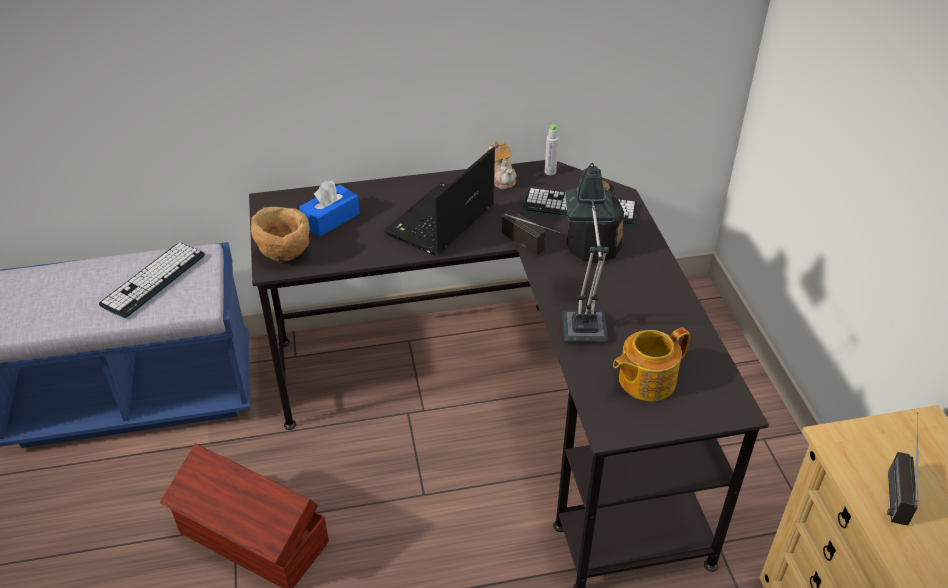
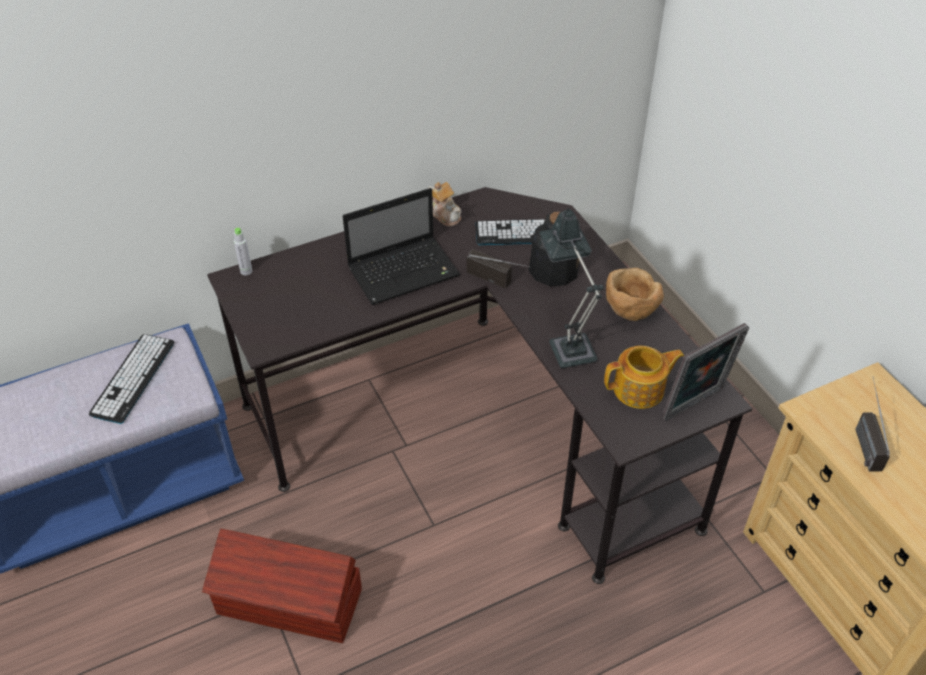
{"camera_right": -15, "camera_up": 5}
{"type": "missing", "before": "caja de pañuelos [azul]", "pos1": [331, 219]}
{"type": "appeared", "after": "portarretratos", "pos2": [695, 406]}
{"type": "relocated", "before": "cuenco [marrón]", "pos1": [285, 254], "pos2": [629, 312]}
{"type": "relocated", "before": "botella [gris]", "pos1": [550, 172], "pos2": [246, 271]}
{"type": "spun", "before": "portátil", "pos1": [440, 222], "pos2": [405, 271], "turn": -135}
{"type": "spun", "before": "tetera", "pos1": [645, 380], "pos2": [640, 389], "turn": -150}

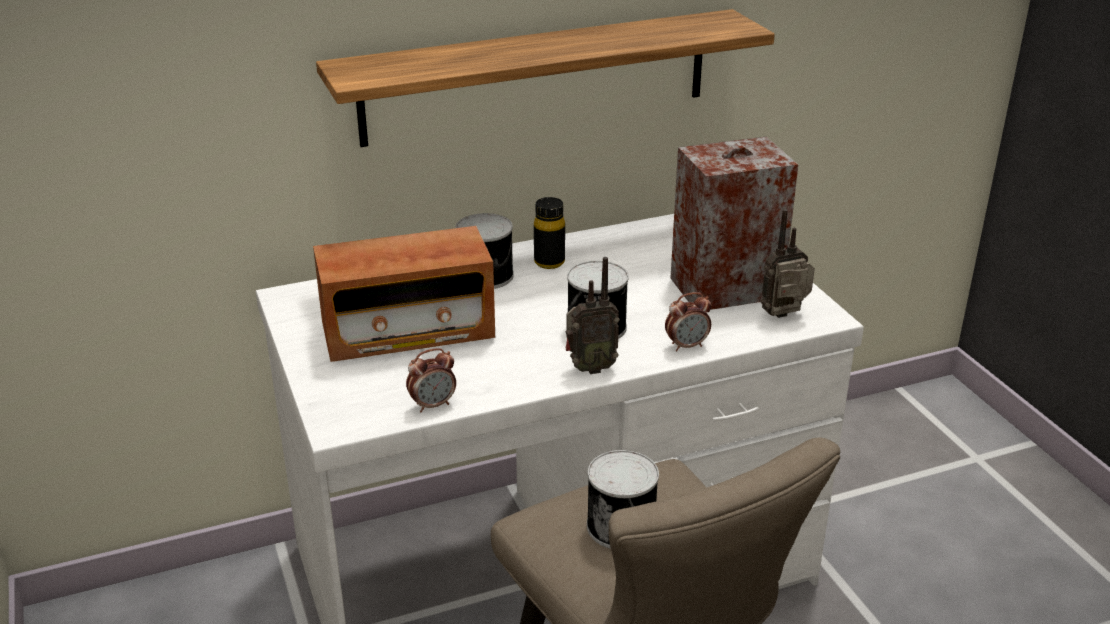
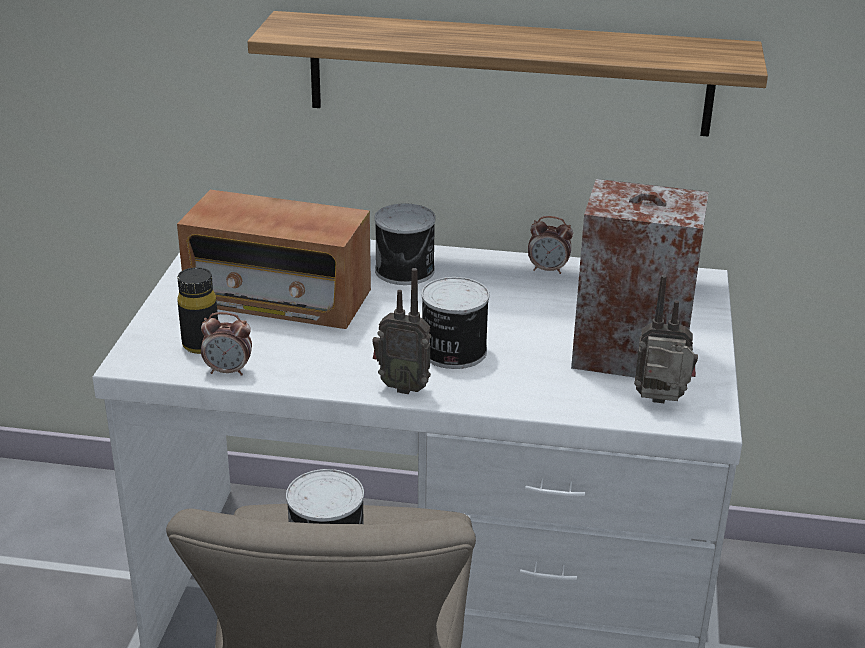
{"camera_right": 30, "camera_up": 0}
{"type": "relocated", "before": "botella [negro]", "pos1": [549, 262], "pos2": [201, 345]}
{"type": "relocated", "before": "despertador", "pos1": [687, 346], "pos2": [548, 269]}

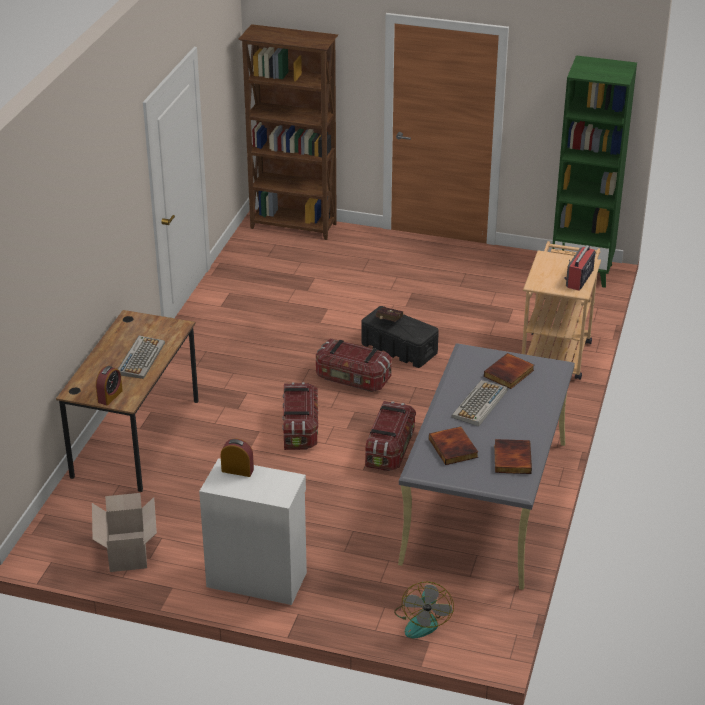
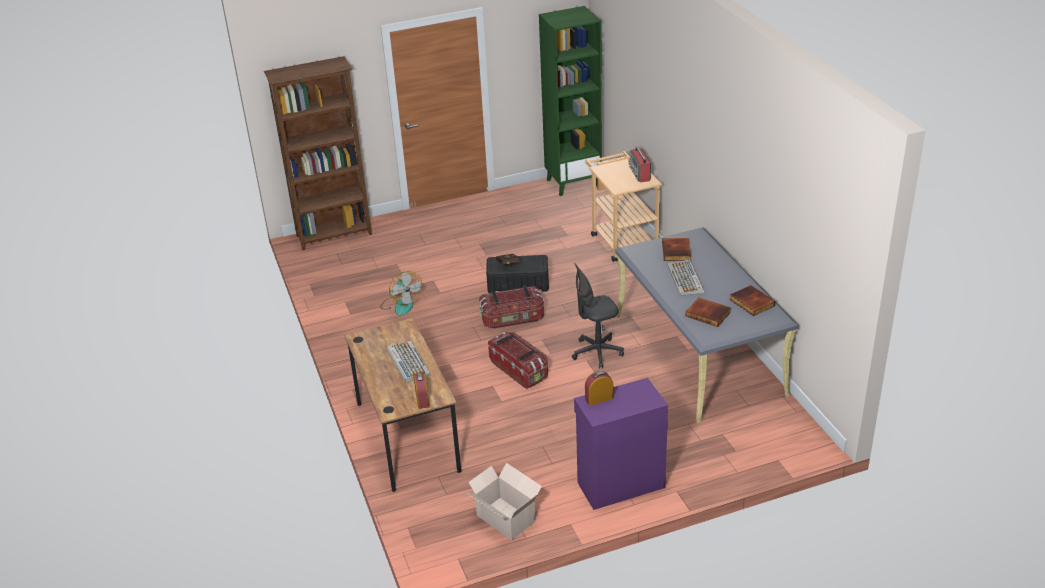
{"camera_right": -35, "camera_up": 0}
{"type": "relocated", "before": "ventilador", "pos1": [422, 620], "pos2": [401, 304]}
{"type": "exchanged", "before": "caja de almacenaje", "after": "silla de oficina [gris]", "pos1": [390, 449], "pos2": [597, 352]}
{"type": "colour", "before": "armario [blanco]", "after": "armario [morado]", "pos1": [256, 578], "pos2": [619, 484]}

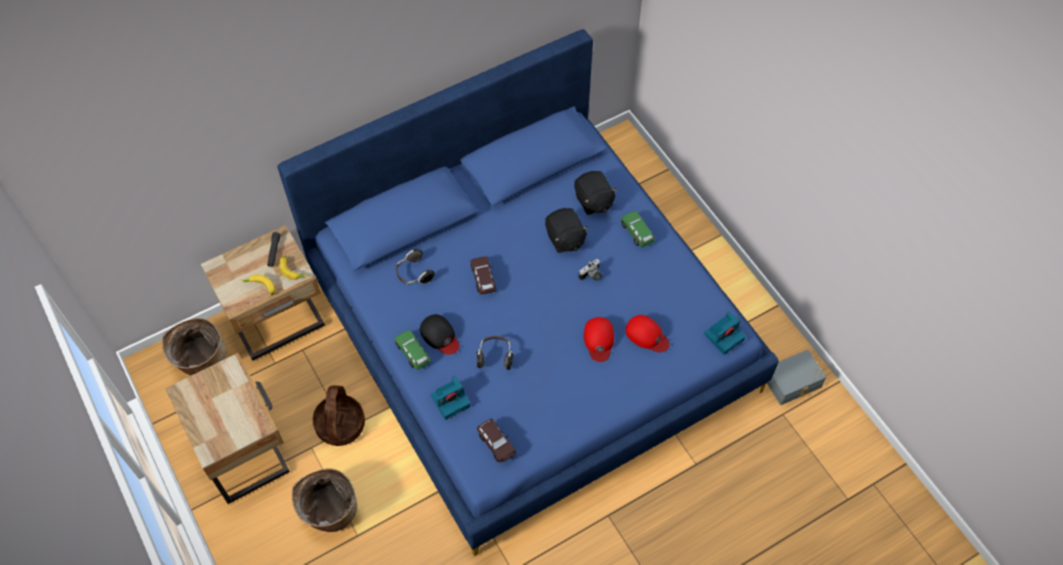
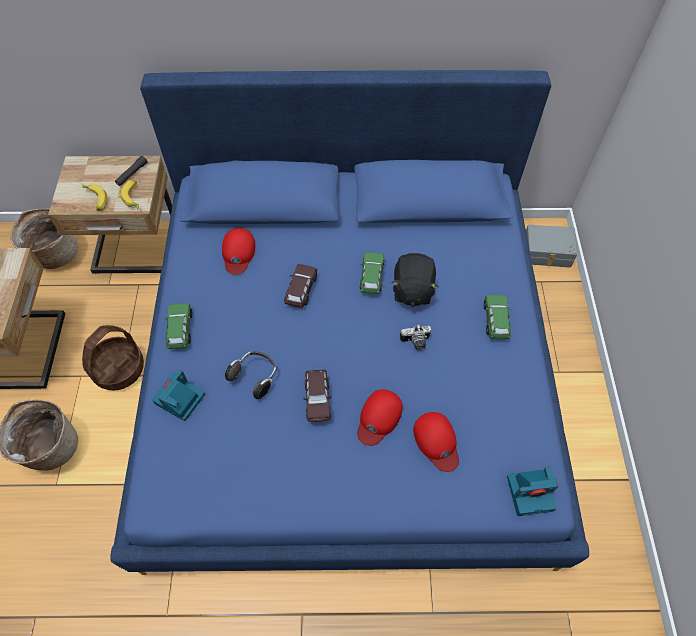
{"camera_right": 30, "camera_up": 0}
{"type": "missing", "before": "gorra [negro]", "pos1": [440, 336]}
{"type": "missing", "before": "peluche [negro]", "pos1": [593, 201]}
{"type": "appeared", "after": "coche de juguete [verde]", "pos2": [371, 277]}
{"type": "relocated", "before": "coche de juguete [marrón]", "pos1": [496, 443], "pos2": [317, 399]}
{"type": "relocated", "before": "caja de almacenaje [gris]", "pos1": [793, 383], "pos2": [546, 253]}
{"type": "exchanged", "before": "auriculares", "after": "gorra [rojo]", "pos1": [413, 274], "pos2": [238, 253]}
{"type": "spun", "before": "cámara", "pos1": [451, 400], "pos2": [179, 399], "turn": 120}

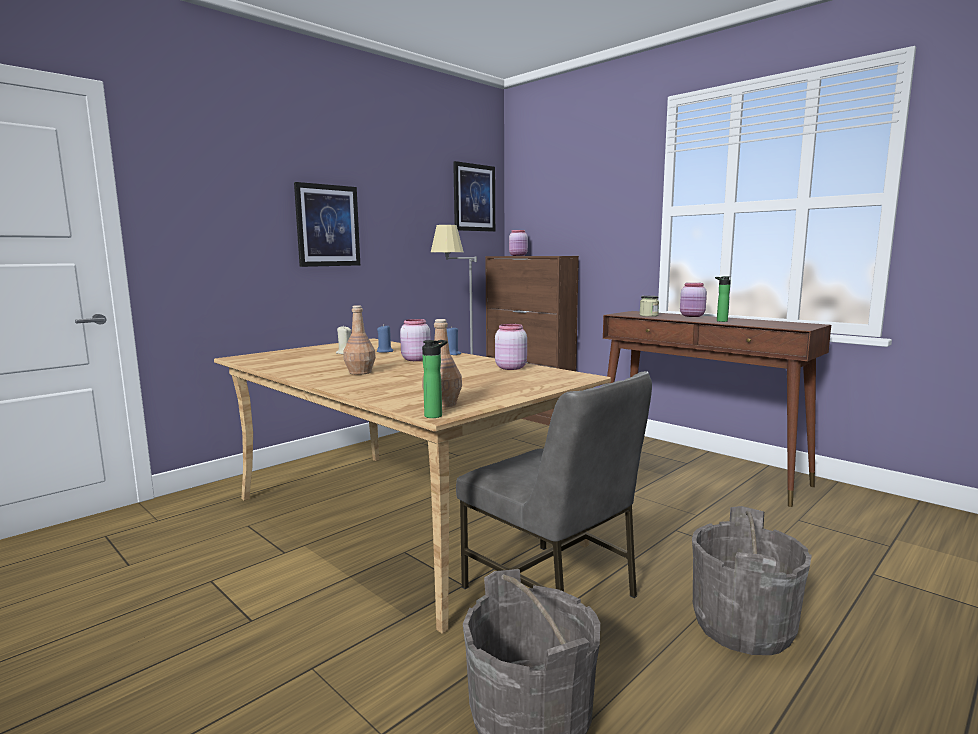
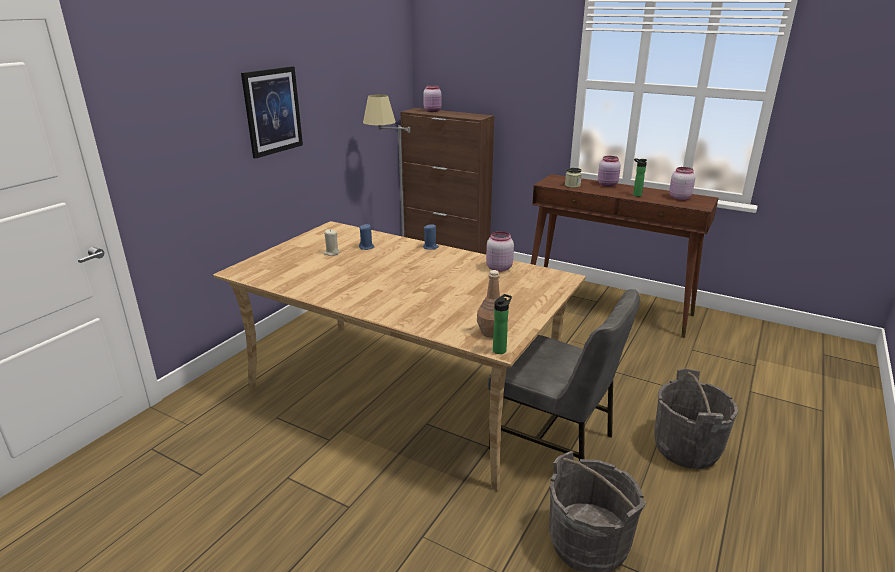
{"camera_right": -15, "camera_up": 15}
{"type": "missing", "before": "botella [marrón]", "pos1": [360, 372]}
{"type": "missing", "before": "cuadro", "pos1": [474, 198]}
{"type": "relocated", "before": "tarro [rosa]", "pos1": [415, 359], "pos2": [679, 198]}

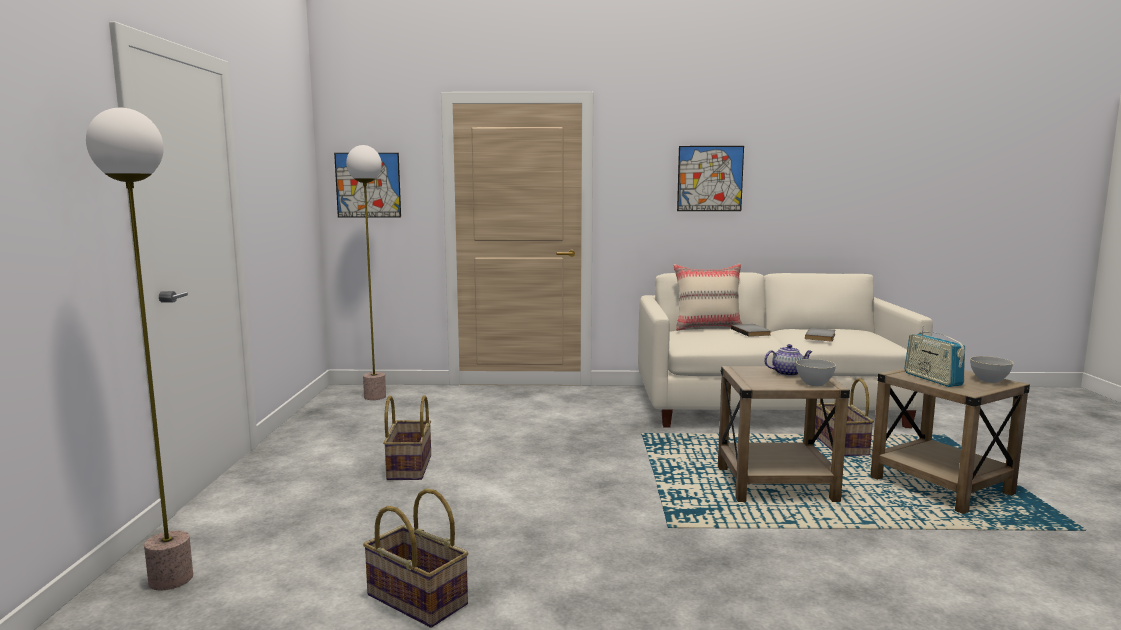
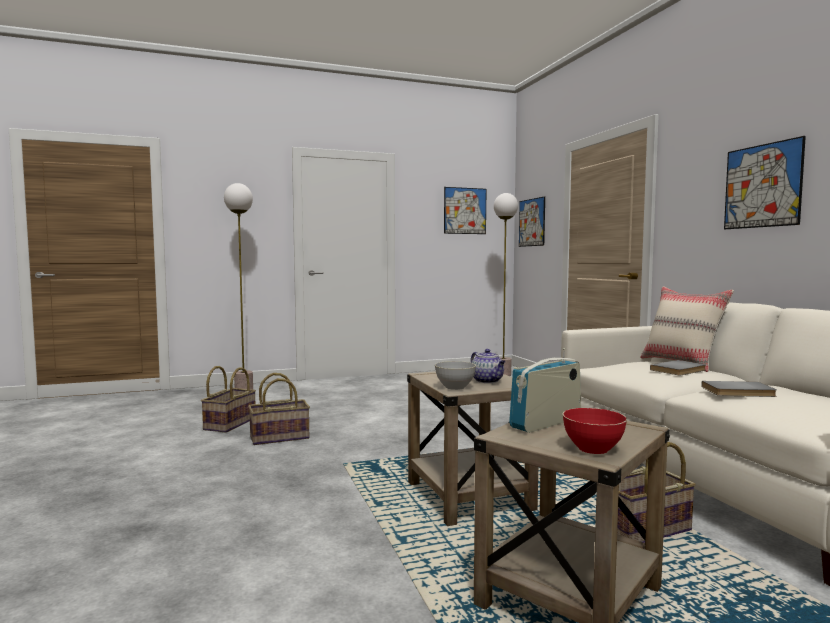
{"camera_right": 70, "camera_up": -5}
{"type": "appeared", "after": "cuadro", "pos2": [465, 211]}
{"type": "relocated", "before": "cesta", "pos1": [408, 467], "pos2": [279, 437]}
{"type": "colour", "before": "cuenco [gris]", "after": "cuenco [rojo]", "pos1": [989, 380], "pos2": [593, 449]}

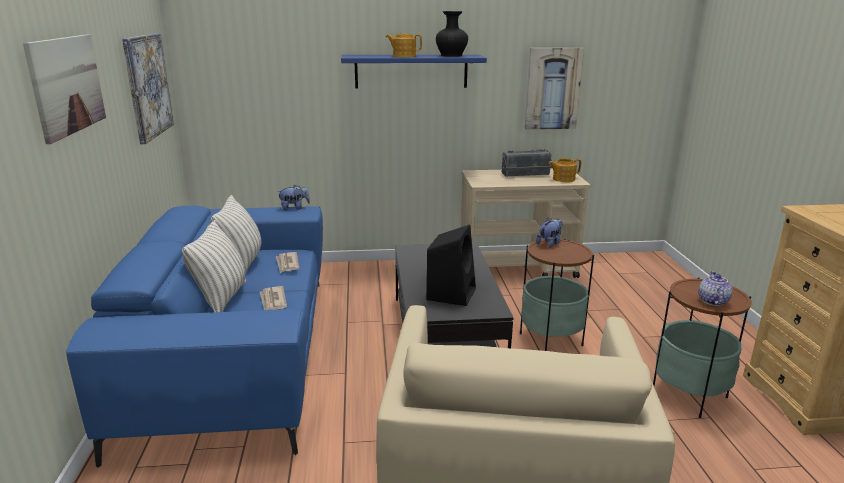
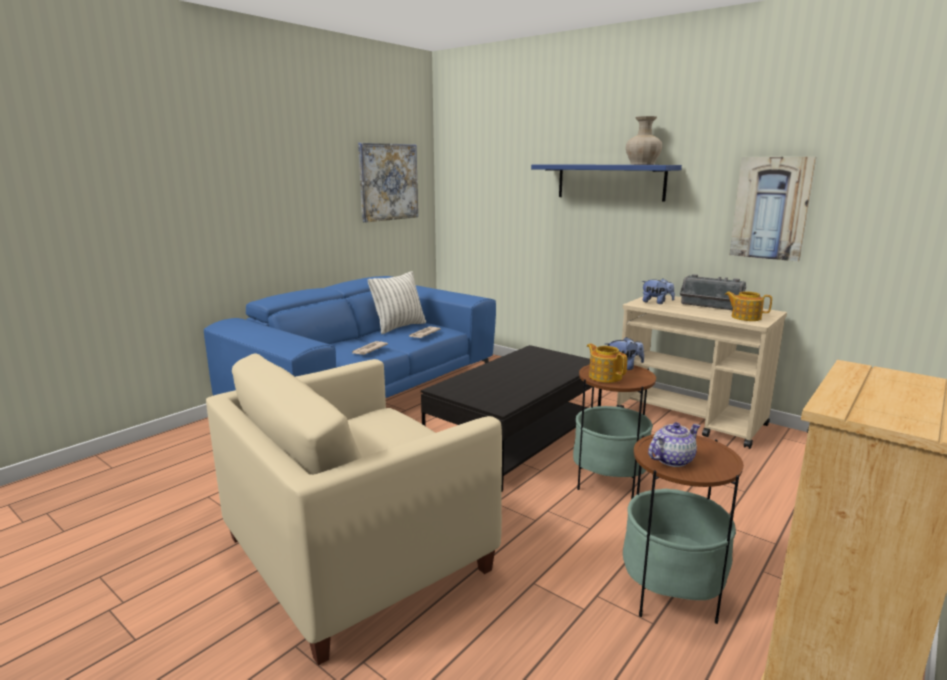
{"camera_right": 45, "camera_up": -5}
{"type": "missing", "before": "cuadro", "pos1": [67, 85]}
{"type": "missing", "before": "cojín", "pos1": [221, 298]}
{"type": "missing", "before": "altavoz [negro]", "pos1": [451, 293]}
{"type": "relocated", "before": "peluche", "pos1": [294, 208], "pos2": [656, 302]}
{"type": "relocated", "before": "tetera", "pos1": [404, 56], "pos2": [605, 376]}
{"type": "colour", "before": "florero [negro]", "after": "florero [beis]", "pos1": [451, 55], "pos2": [642, 164]}

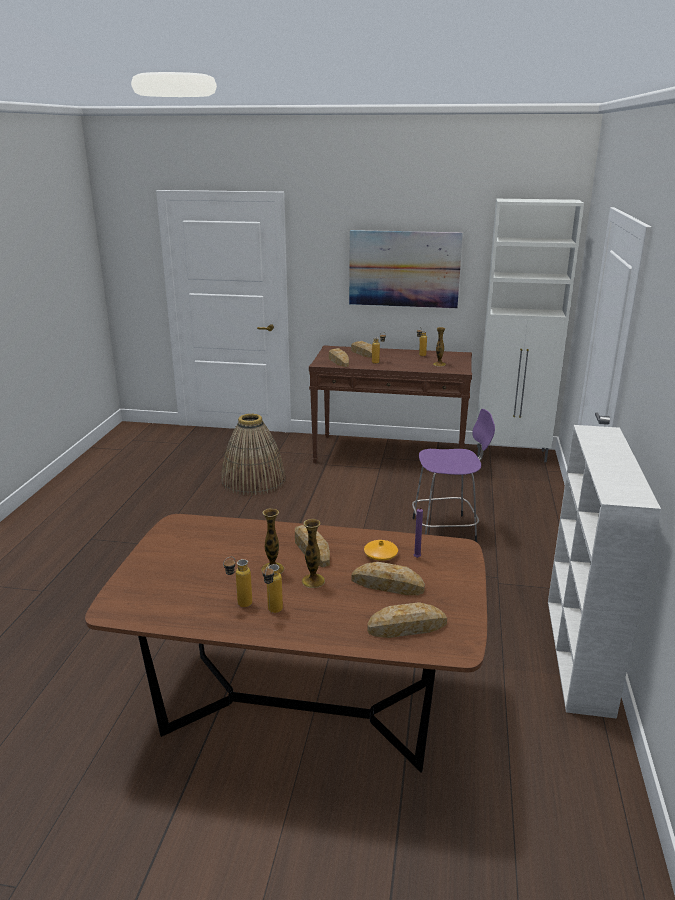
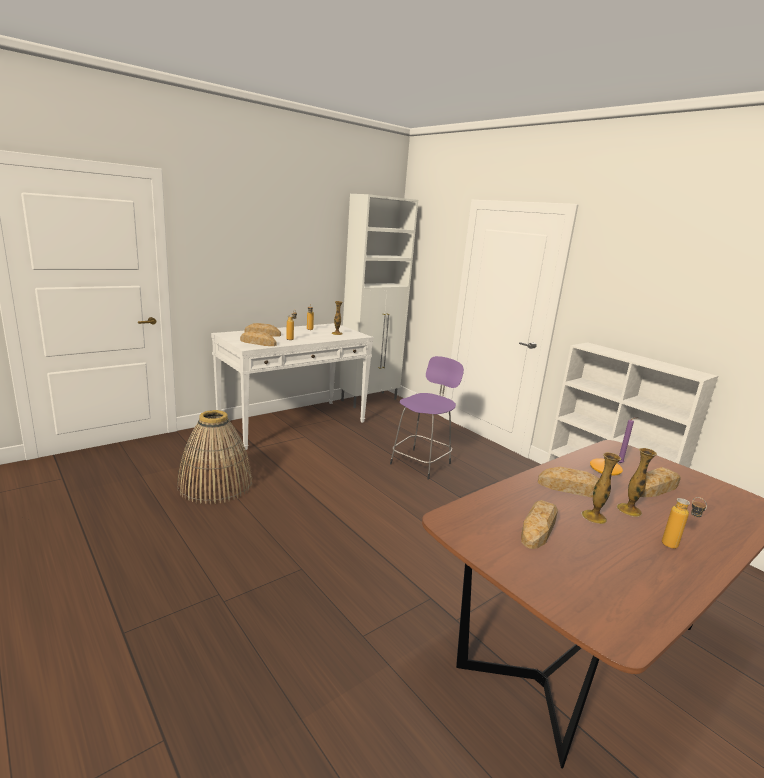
{"camera_right": -50, "camera_up": -5}
{"type": "missing", "before": "botella", "pos1": [239, 605]}
{"type": "missing", "before": "cuadro", "pos1": [404, 269]}
{"type": "relocated", "before": "pan", "pos1": [407, 627], "pos2": [538, 528]}
{"type": "colour", "before": "mesa consola [marrón]", "after": "mesa consola [blanco]", "pos1": [390, 454], "pos2": [293, 423]}

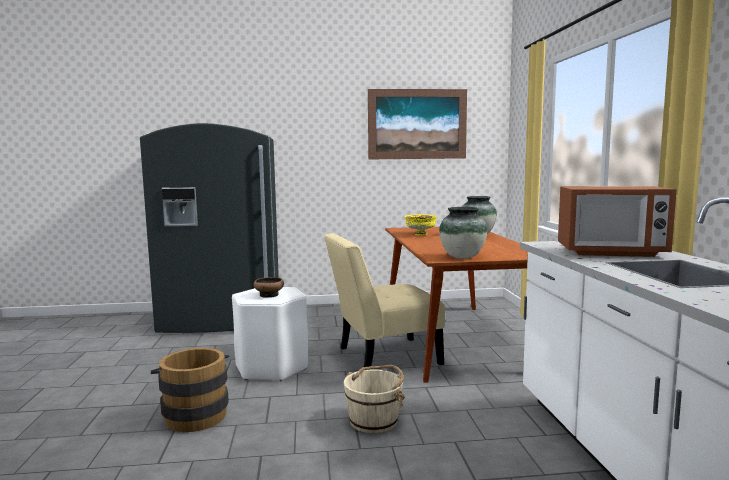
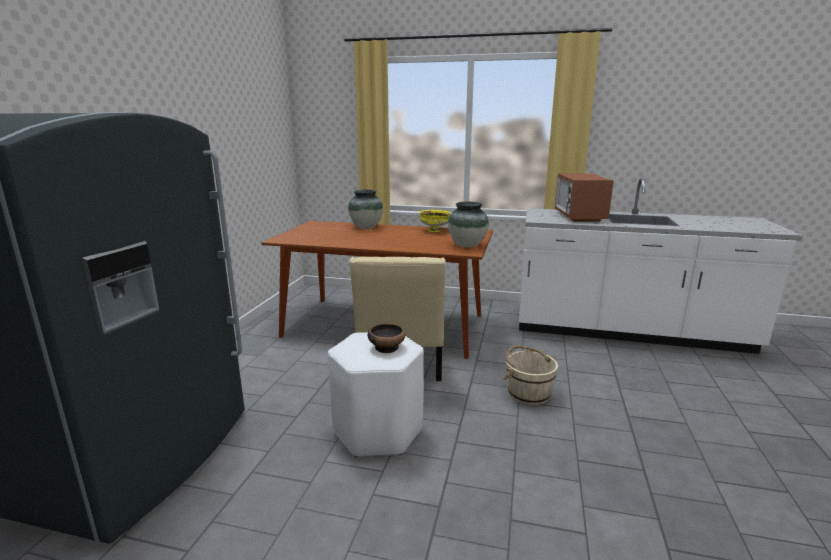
{"camera_right": -70, "camera_up": 10}
{"type": "missing", "before": "cubo [marrón]", "pos1": [194, 414]}
{"type": "missing", "before": "cuadro", "pos1": [417, 124]}
{"type": "relocated", "before": "cuenco [amarillo]", "pos1": [420, 234], "pos2": [435, 230]}
{"type": "spun", "before": "microondas", "pos1": [610, 252], "pos2": [579, 217], "turn": 150}

